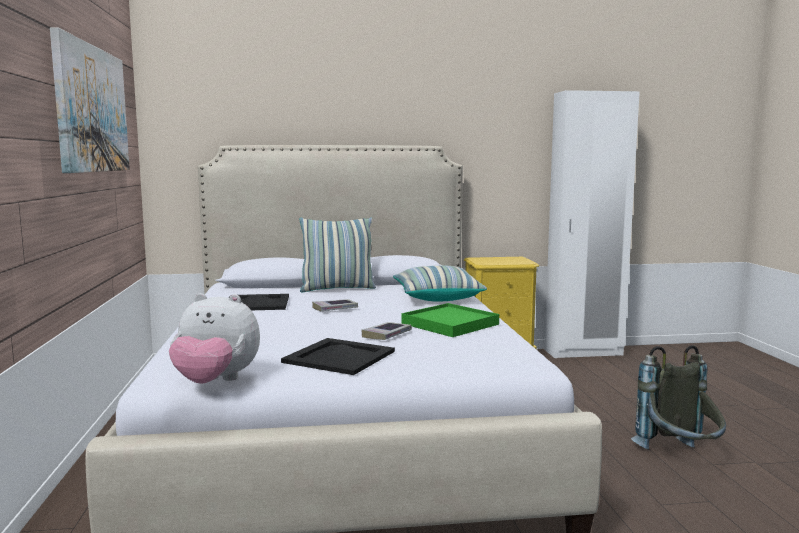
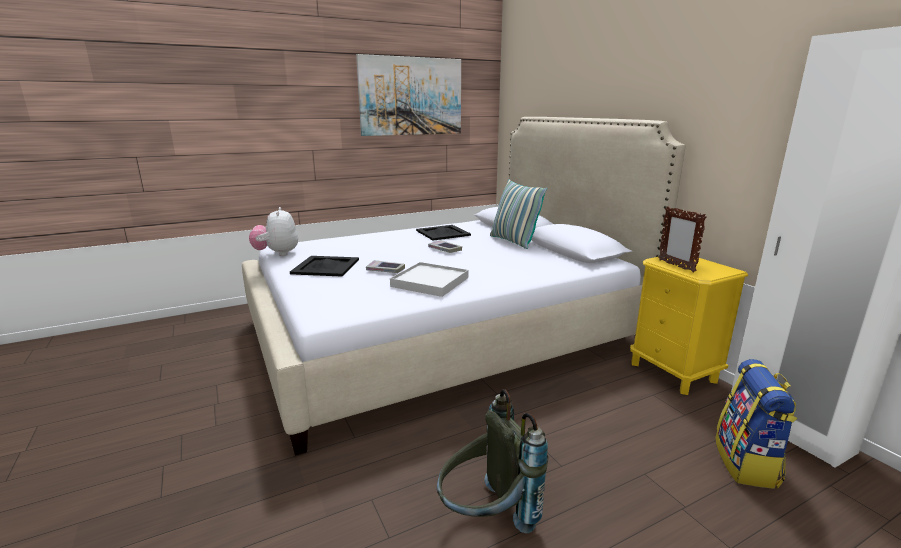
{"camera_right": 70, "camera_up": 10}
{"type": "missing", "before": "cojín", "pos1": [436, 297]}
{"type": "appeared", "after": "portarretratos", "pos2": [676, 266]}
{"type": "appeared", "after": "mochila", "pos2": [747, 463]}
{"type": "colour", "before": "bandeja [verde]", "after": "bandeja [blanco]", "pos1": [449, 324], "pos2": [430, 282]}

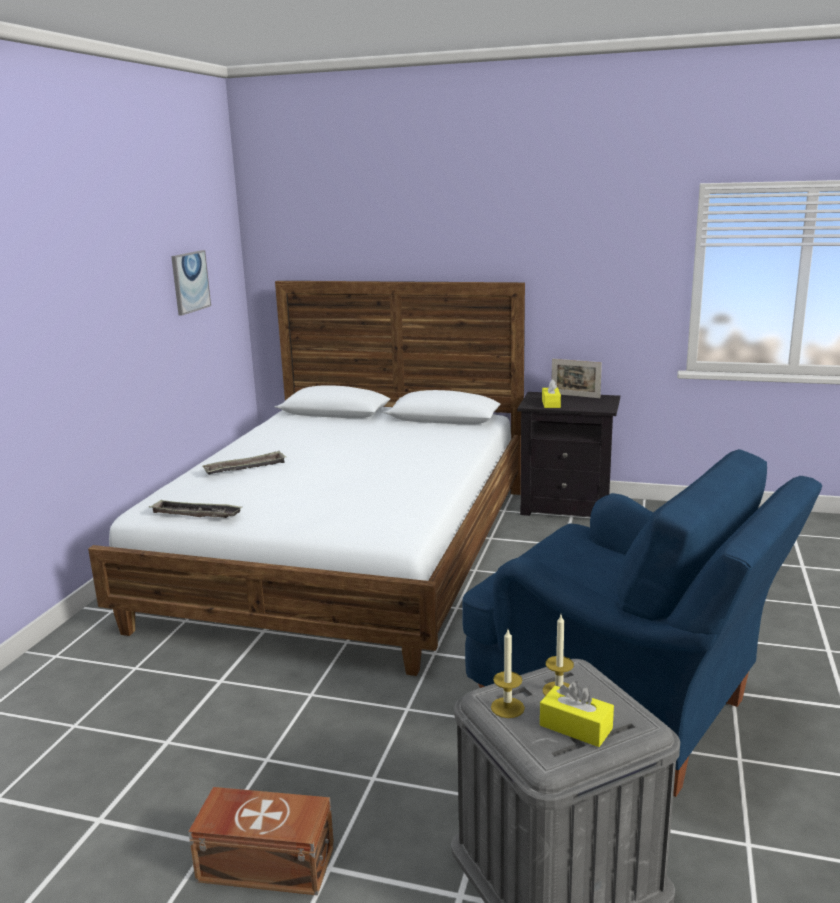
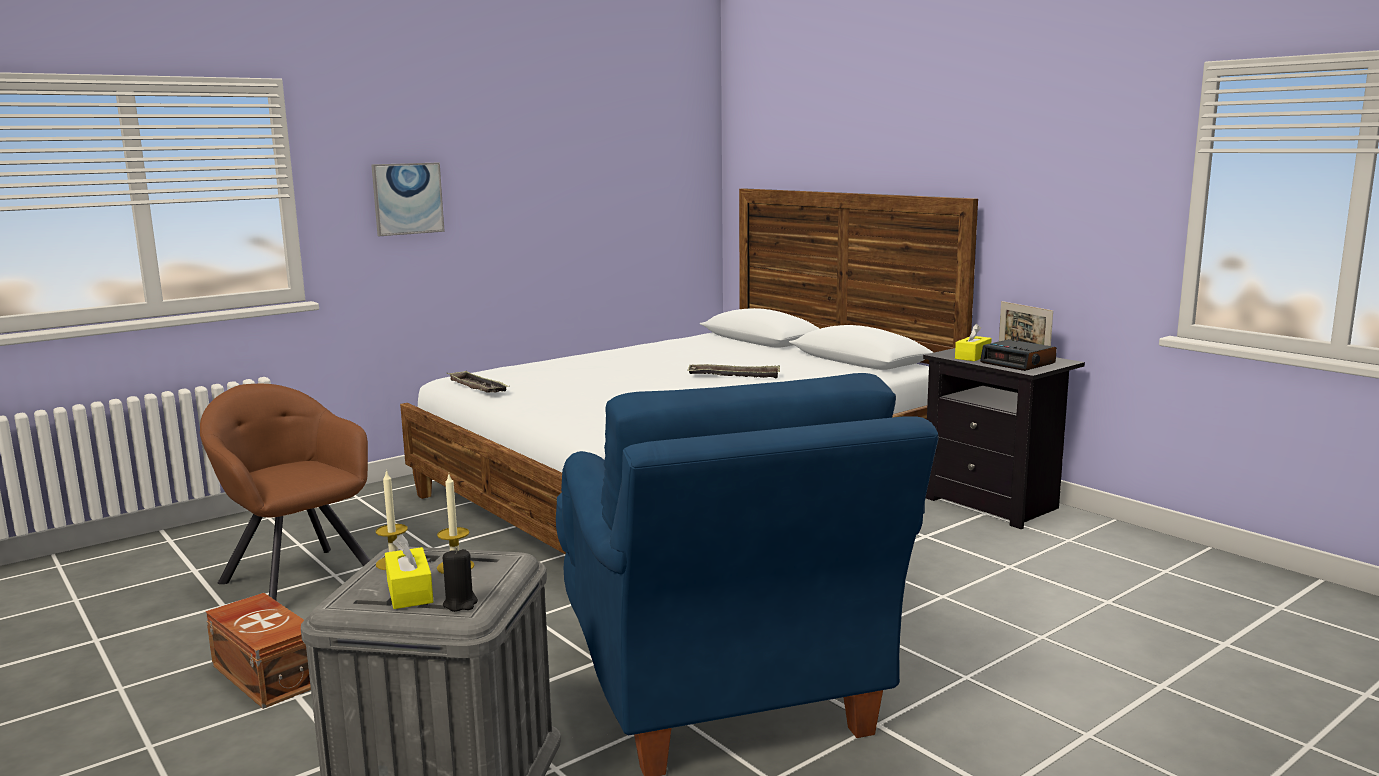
{"camera_right": 35, "camera_up": -5}
{"type": "appeared", "after": "sillón [marrón]", "pos2": [297, 579]}
{"type": "appeared", "after": "vela [negro]", "pos2": [460, 604]}
{"type": "appeared", "after": "despertador", "pos2": [1018, 363]}
{"type": "relocated", "before": "cuadro", "pos1": [190, 282], "pos2": [407, 198]}
{"type": "relocated", "before": "bandeja", "pos1": [245, 468], "pos2": [734, 376]}

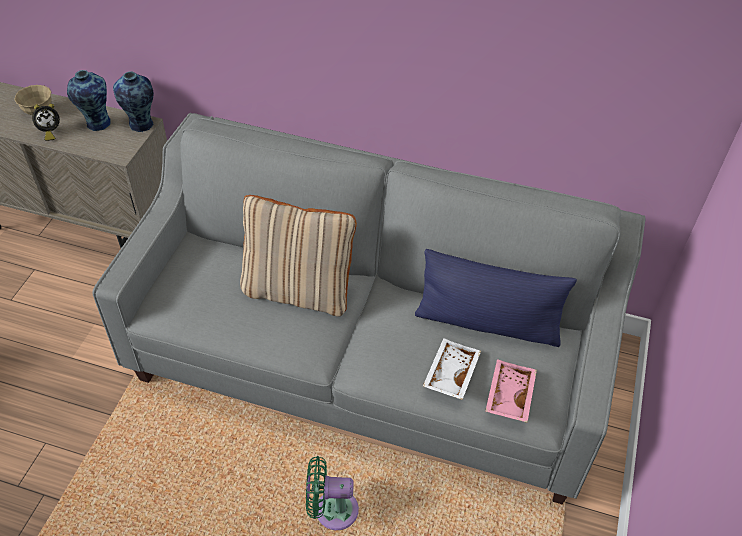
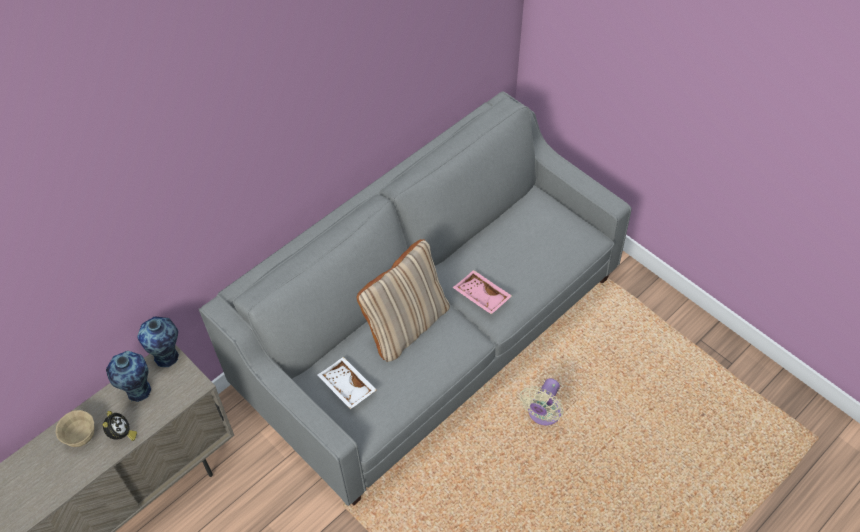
{"camera_right": -60, "camera_up": 5}
{"type": "missing", "before": "cojín [azul]", "pos1": [487, 323]}
{"type": "relocated", "before": "bandeja [blanco]", "pos1": [450, 373], "pos2": [346, 387]}
{"type": "relocated", "before": "bandeja [rosa]", "pos1": [508, 395], "pos2": [481, 297]}
{"type": "colour", "before": "ventilador [verde]", "after": "ventilador [beis]", "pos1": [331, 510], "pos2": [542, 414]}

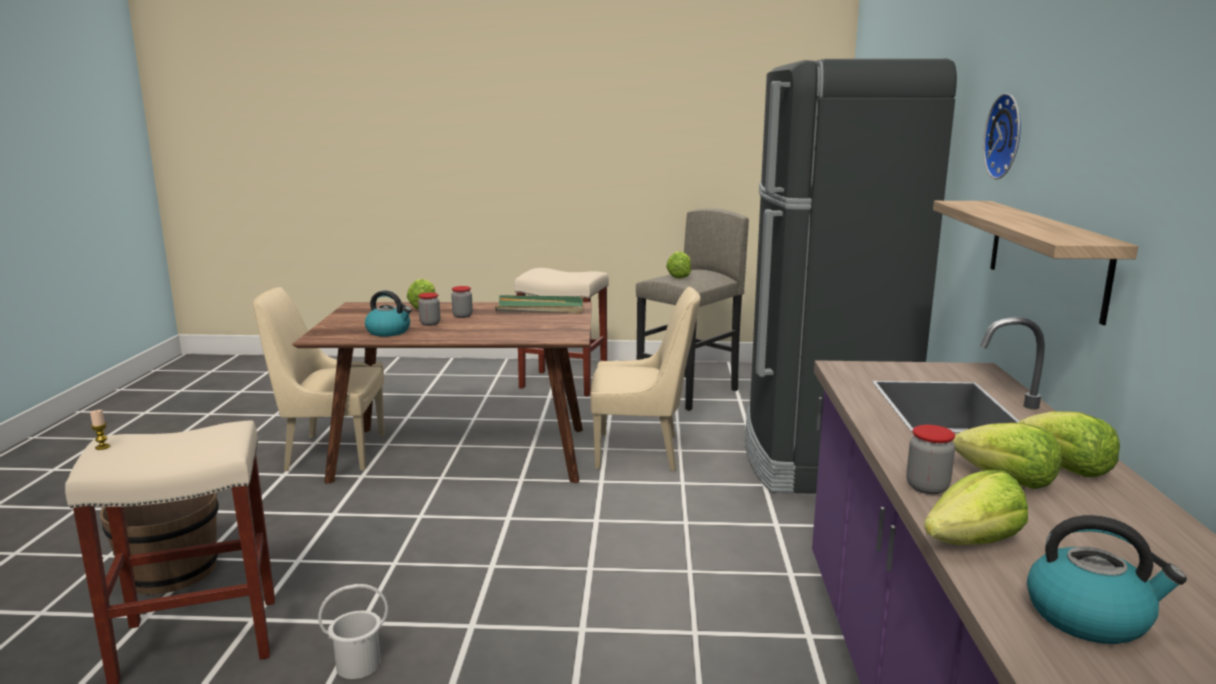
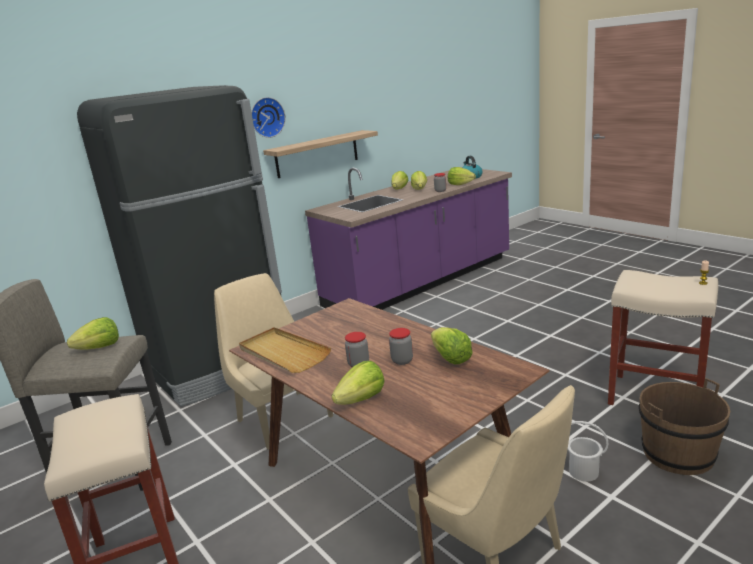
{"camera_right": -130, "camera_up": 5}
{"type": "relocated", "before": "cubo [blanco]", "pos1": [359, 665], "pos2": [583, 471]}
{"type": "exchanged", "before": "hervidor", "after": "lechuga", "pos1": [389, 332], "pos2": [450, 358]}
{"type": "colour", "before": "bandeja [verde]", "after": "bandeja [beis]", "pos1": [540, 308], "pos2": [283, 353]}

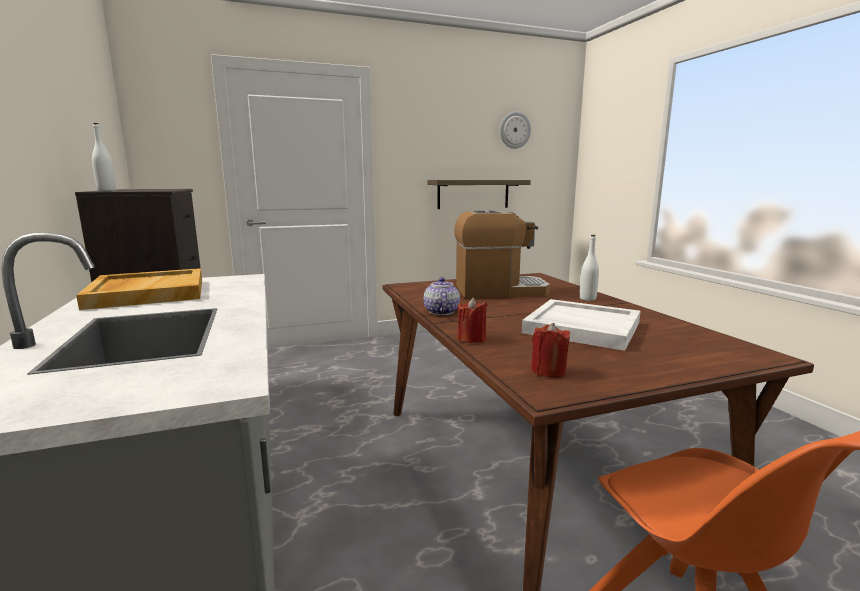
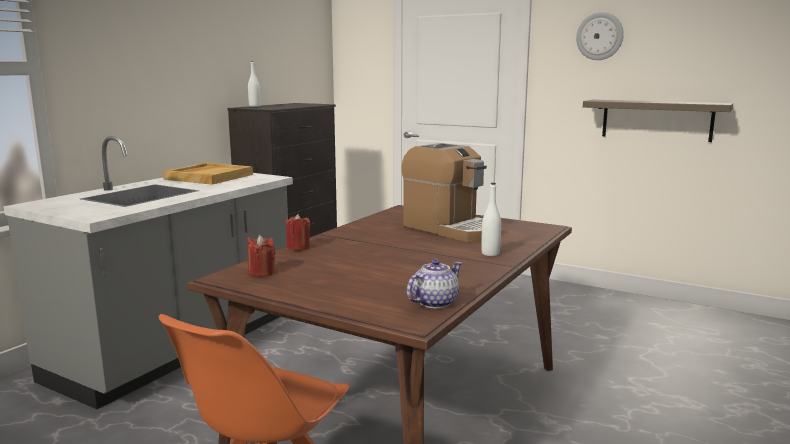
{"camera_right": 50, "camera_up": 0}
{"type": "missing", "before": "bandeja [blanco]", "pos1": [581, 328]}
{"type": "relocated", "before": "tetera", "pos1": [441, 312], "pos2": [434, 302]}
{"type": "relocated", "before": "reloj de pared", "pos1": [514, 130], "pos2": [599, 36]}

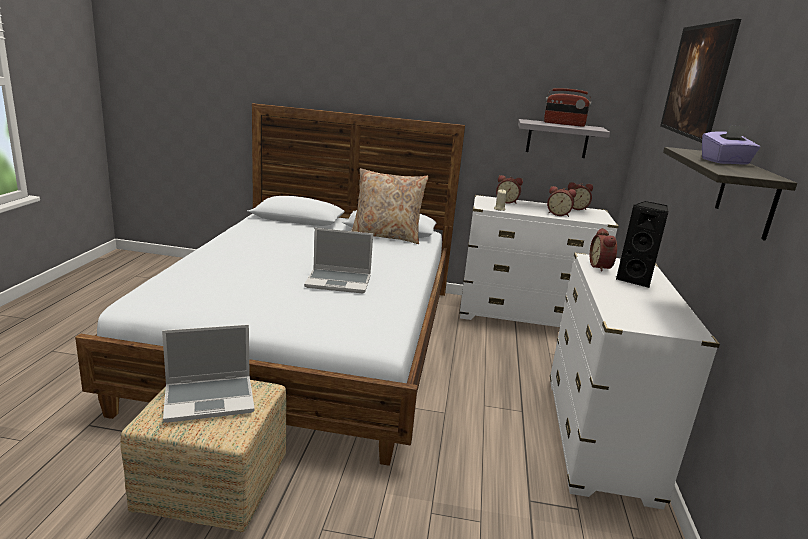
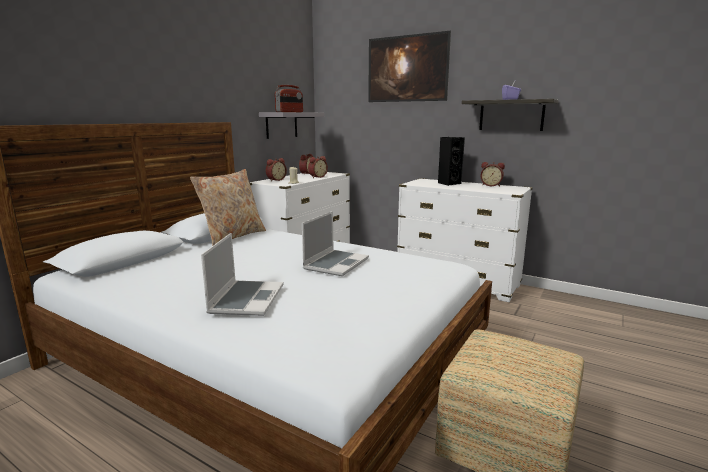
{"camera_right": -65, "camera_up": -5}
{"type": "relocated", "before": "portátil", "pos1": [210, 399], "pos2": [246, 299]}
{"type": "relocated", "before": "despertador", "pos1": [601, 267], "pos2": [491, 185]}

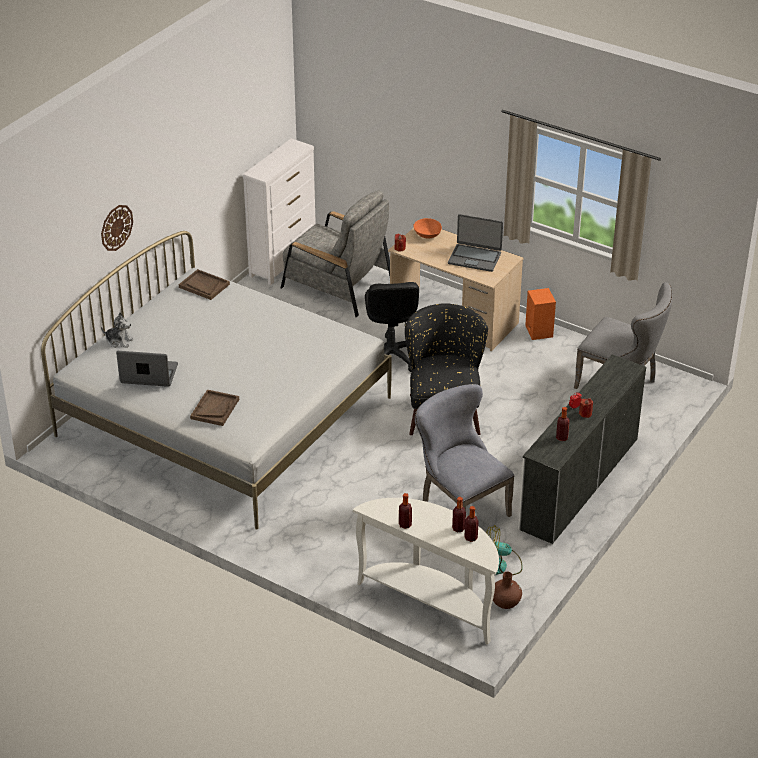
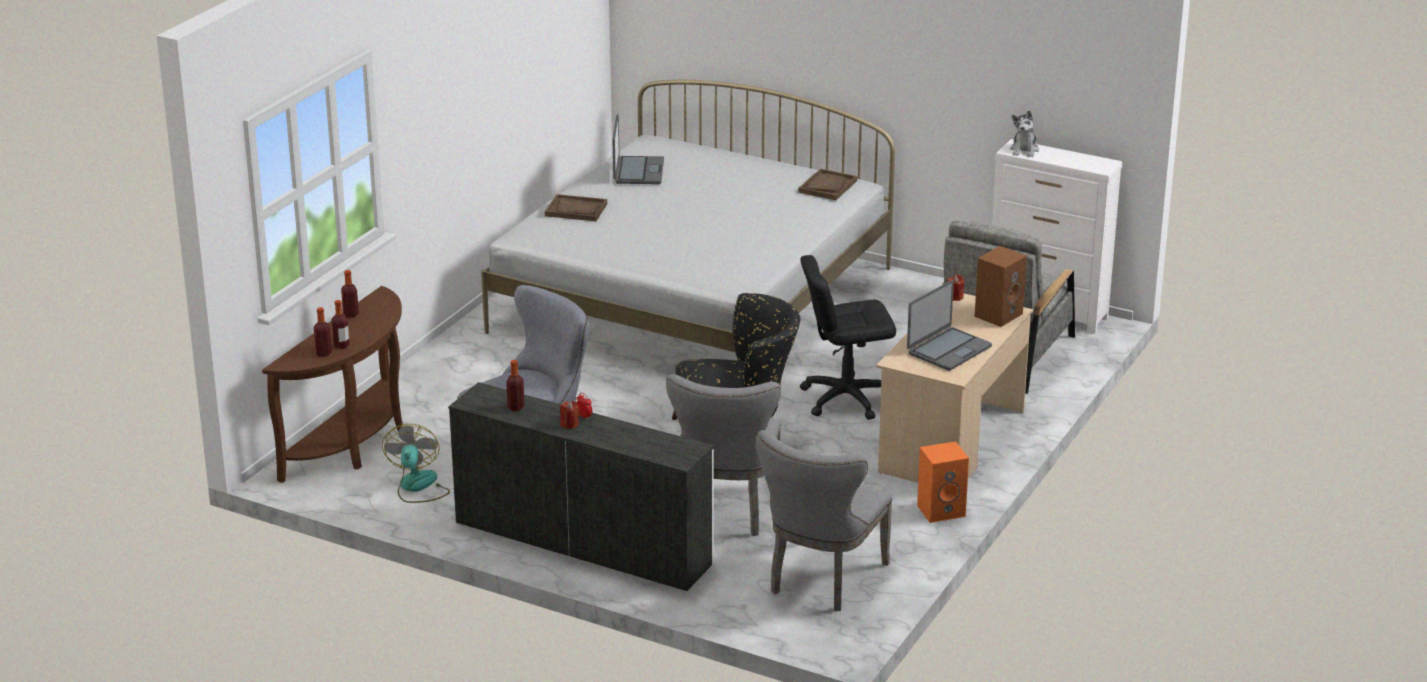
{"camera_right": 85, "camera_up": -10}
{"type": "missing", "before": "reloj de pared", "pos1": [116, 227]}
{"type": "missing", "before": "florero [marrón]", "pos1": [505, 602]}
{"type": "appeared", "after": "silla [gris]", "pos2": [728, 511]}
{"type": "relocated", "before": "peluche", "pos1": [119, 341], "pos2": [1024, 150]}
{"type": "exchanged", "before": "cuenco [naranja]", "after": "altavoz [marrón]", "pos1": [427, 235], "pos2": [998, 314]}
{"type": "colour", "before": "mesa consola [blanco]", "after": "mesa consola [marrón]", "pos1": [432, 601], "pos2": [355, 444]}
{"type": "spun", "before": "portátil", "pos1": [474, 258], "pos2": [948, 350], "turn": -150}

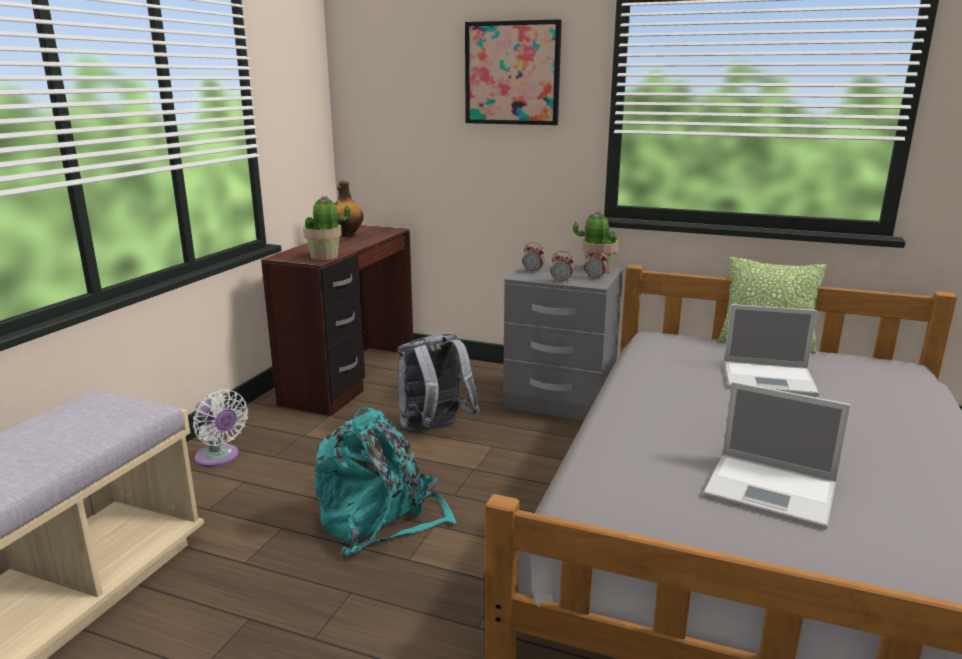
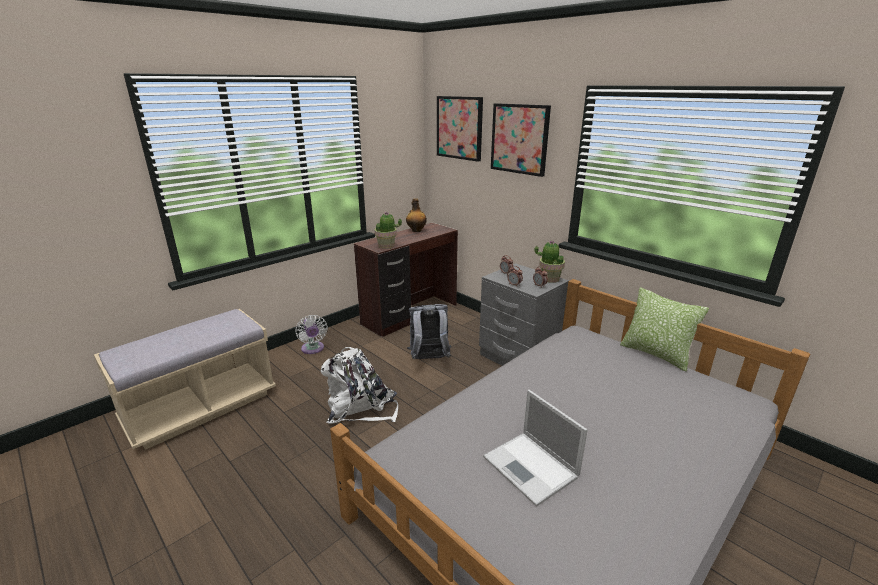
{"camera_right": 25, "camera_up": 5}
{"type": "missing", "before": "portátil", "pos1": [770, 379]}
{"type": "appeared", "after": "cuadro", "pos2": [459, 128]}
{"type": "colour", "before": "mochila [turquesa]", "after": "mochila [blanco]", "pos1": [381, 519], "pos2": [360, 407]}

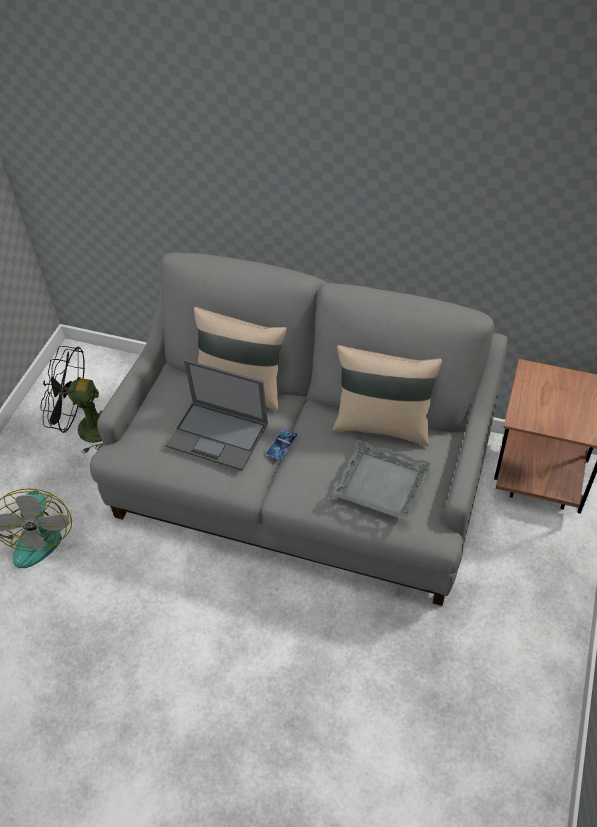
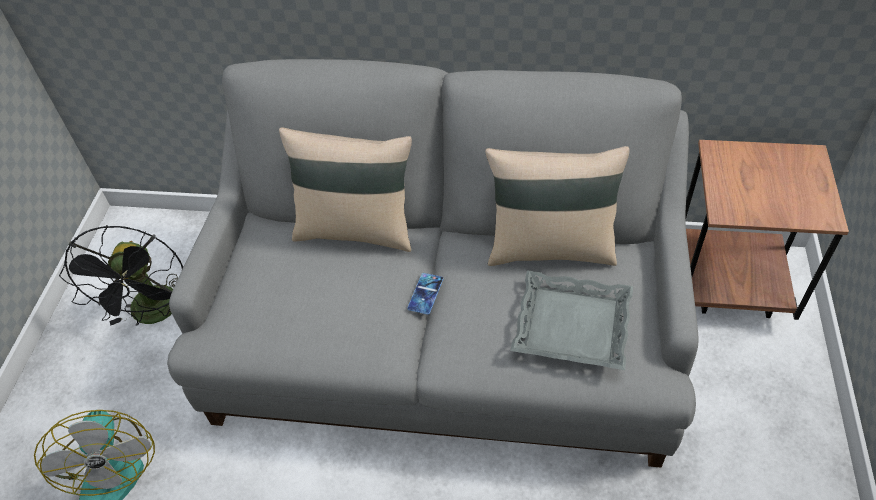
{"camera_right": -10, "camera_up": 0}
{"type": "missing", "before": "portátil", "pos1": [218, 435]}
{"type": "spun", "before": "ventilador [negro]", "pos1": [86, 429], "pos2": [155, 314], "turn": -90}

